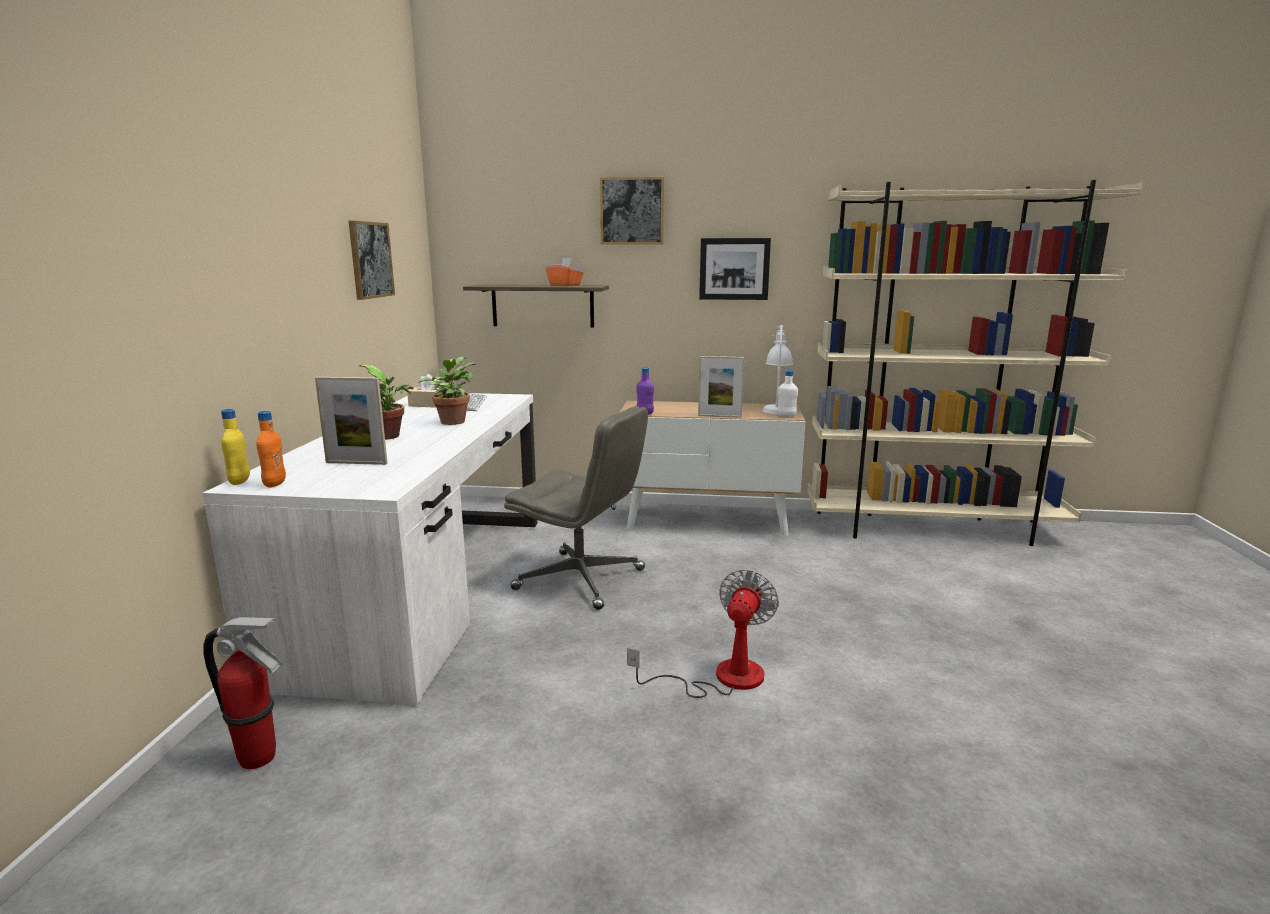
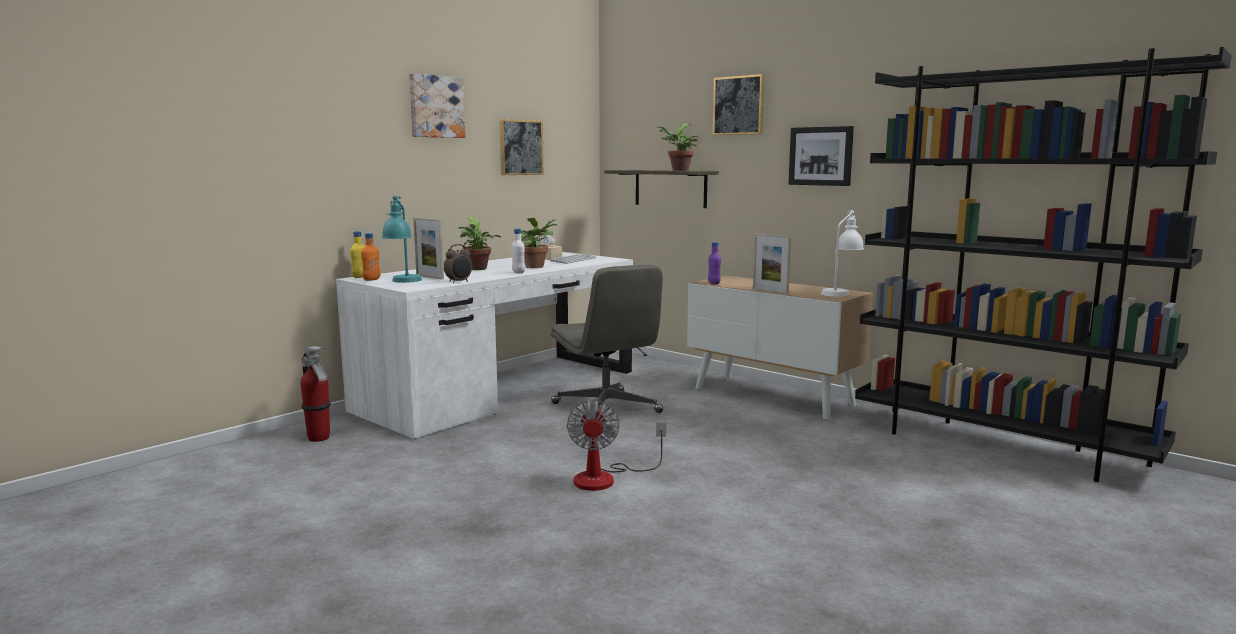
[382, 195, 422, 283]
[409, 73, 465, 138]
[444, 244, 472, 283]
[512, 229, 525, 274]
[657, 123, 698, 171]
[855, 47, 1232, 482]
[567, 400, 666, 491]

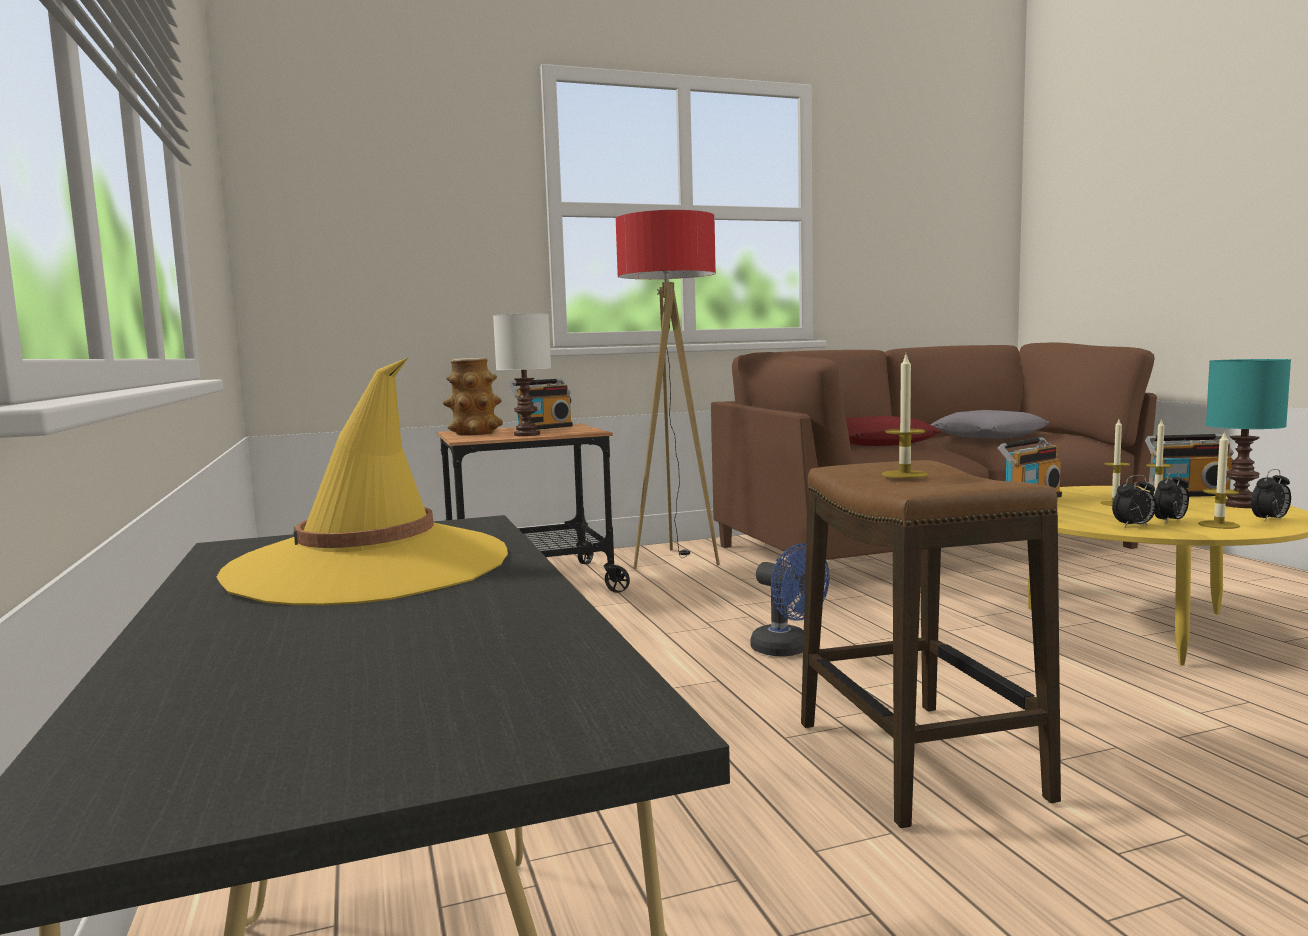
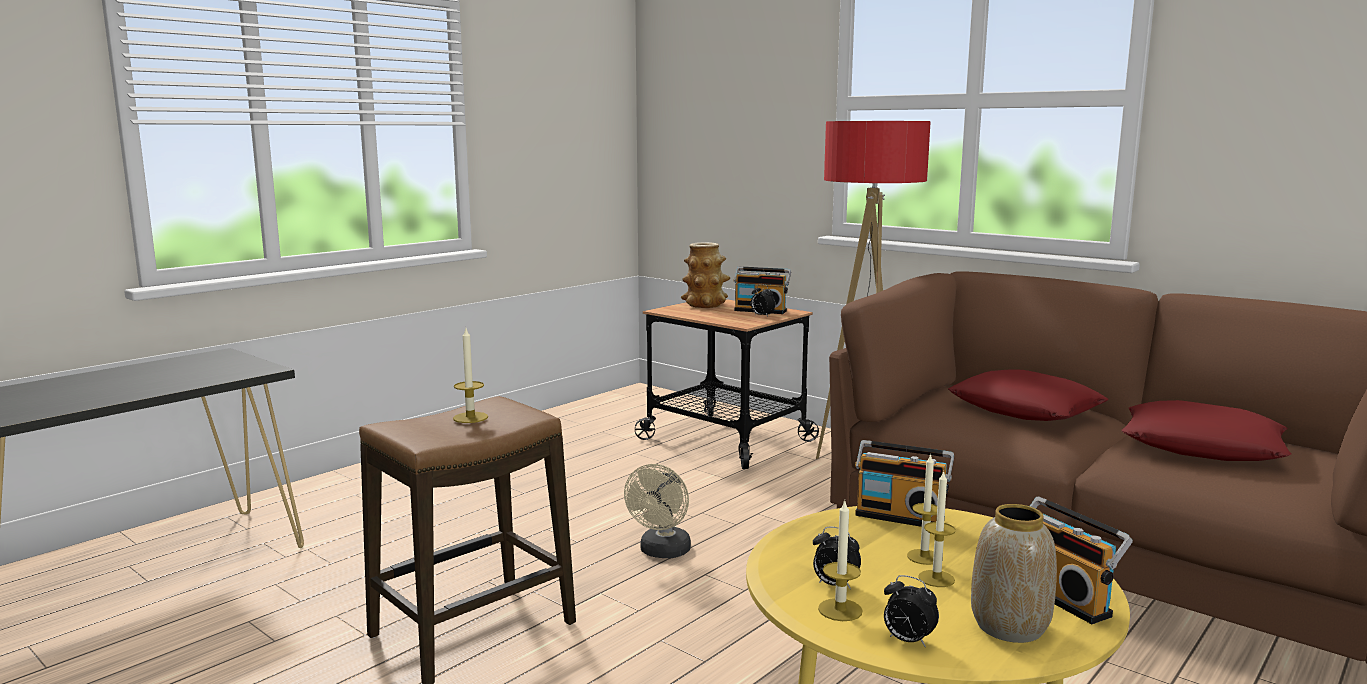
[217, 357, 508, 605] (first image)
[493, 314, 551, 436] (first image)
[751, 284, 775, 317]
[971, 504, 1057, 643]
[624, 464, 691, 558]
[1122, 400, 1292, 461]

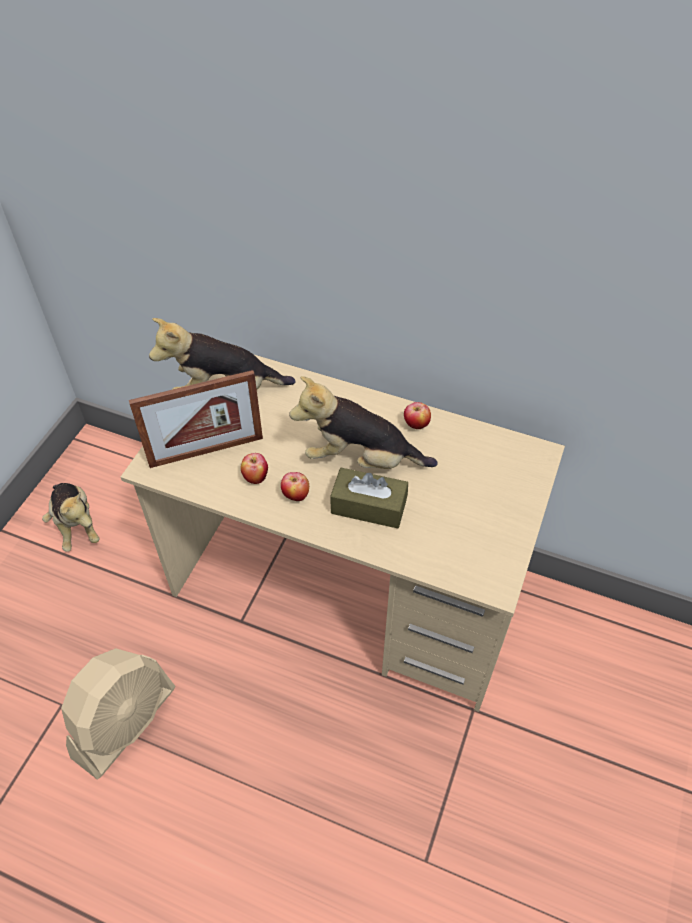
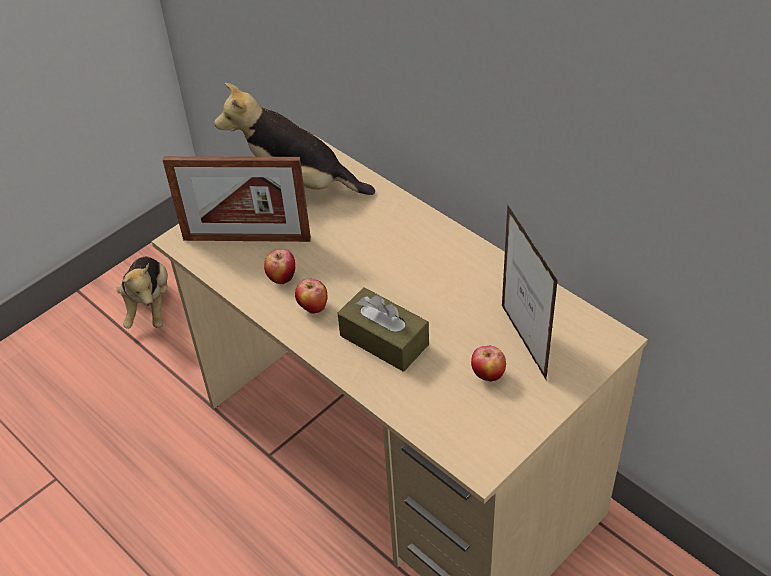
[61, 648, 175, 780] (first image)
[289, 376, 437, 469] (first image)
[502, 204, 558, 381]
[471, 346, 506, 382]

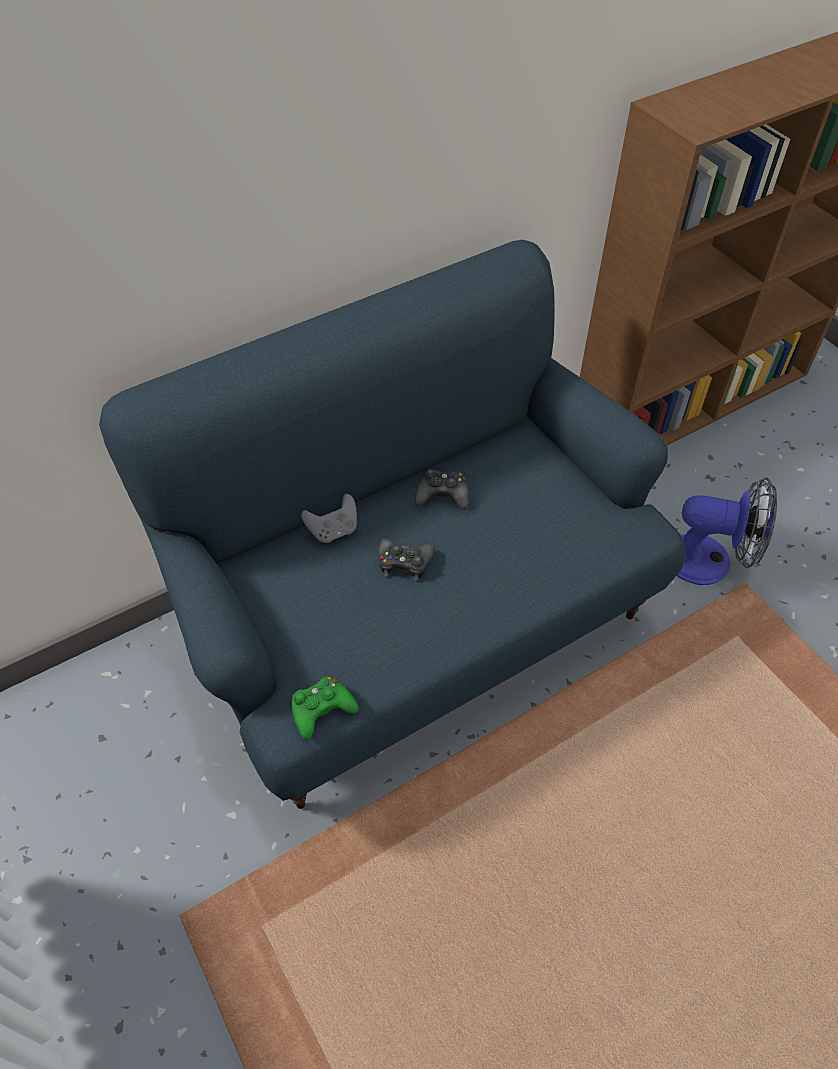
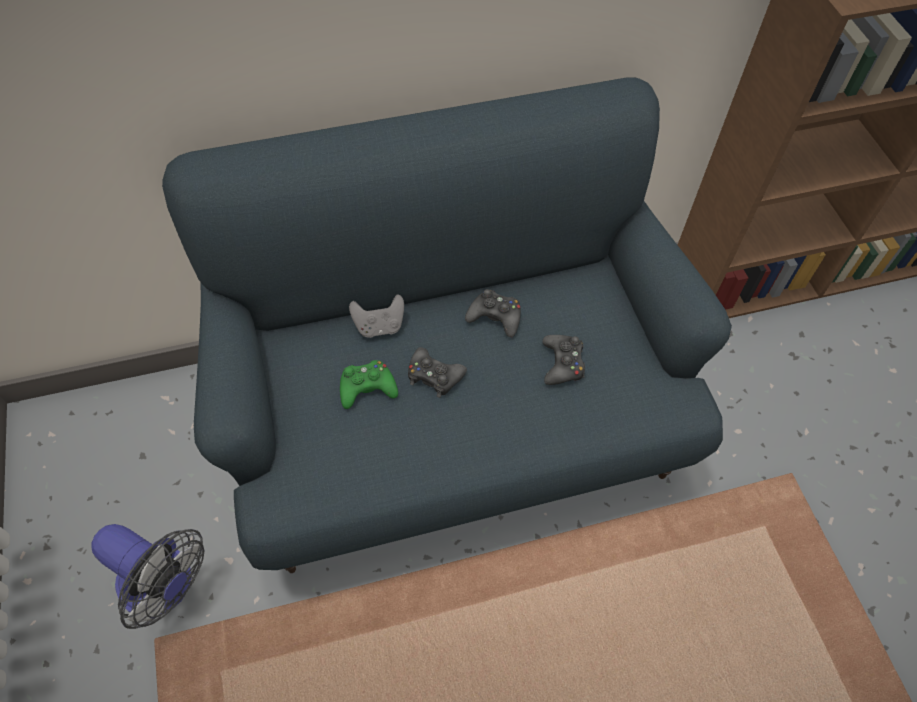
[542, 335, 585, 385]
[340, 360, 398, 409]
[91, 524, 204, 629]

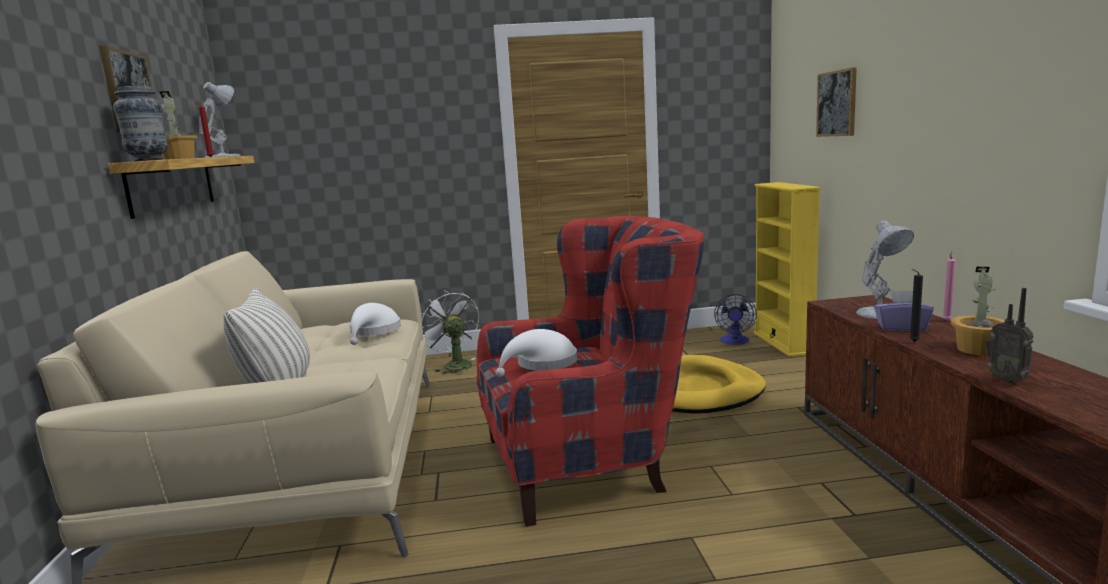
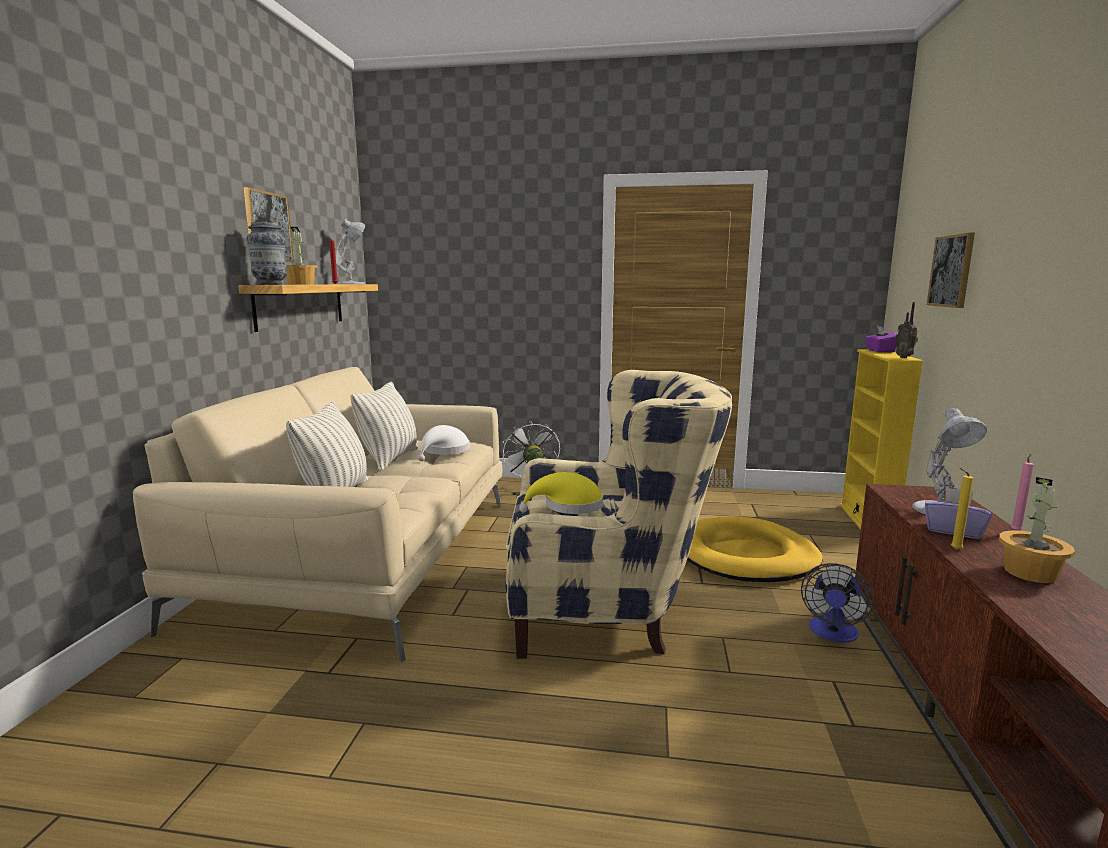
[350, 382, 418, 471]
[865, 326, 897, 352]
[801, 563, 874, 642]
[895, 302, 918, 358]
[505, 370, 732, 658]
[519, 472, 603, 514]
[951, 468, 973, 550]

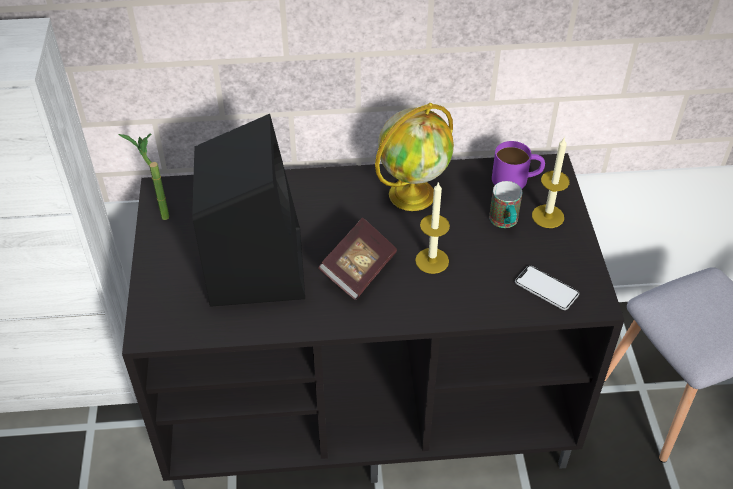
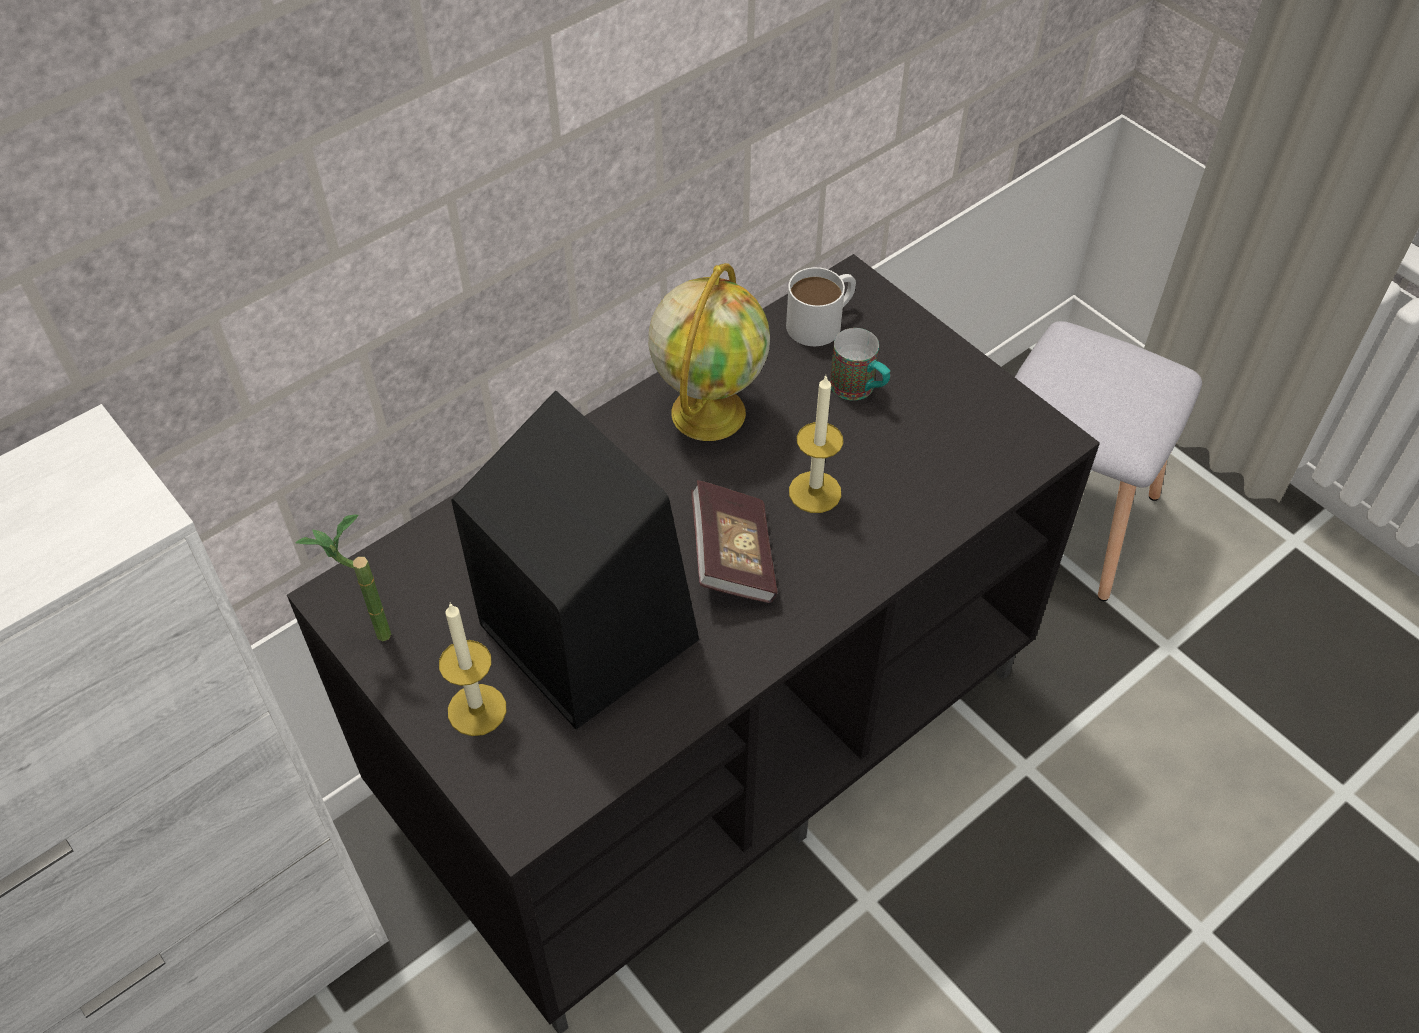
[515, 265, 579, 310] (first image)
[439, 602, 506, 736]
[786, 267, 856, 346]

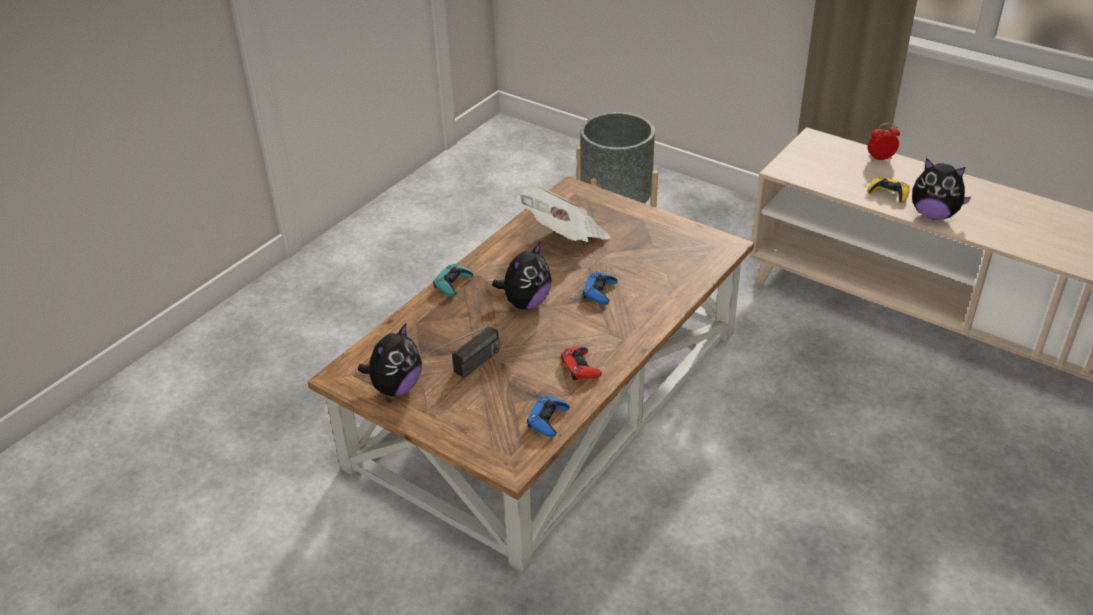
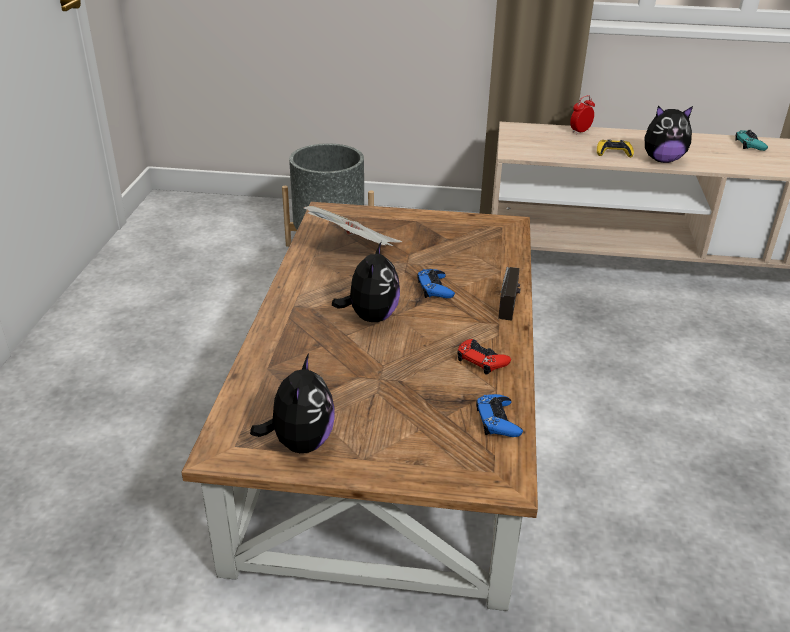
[498, 267, 521, 321]
[735, 130, 768, 151]

